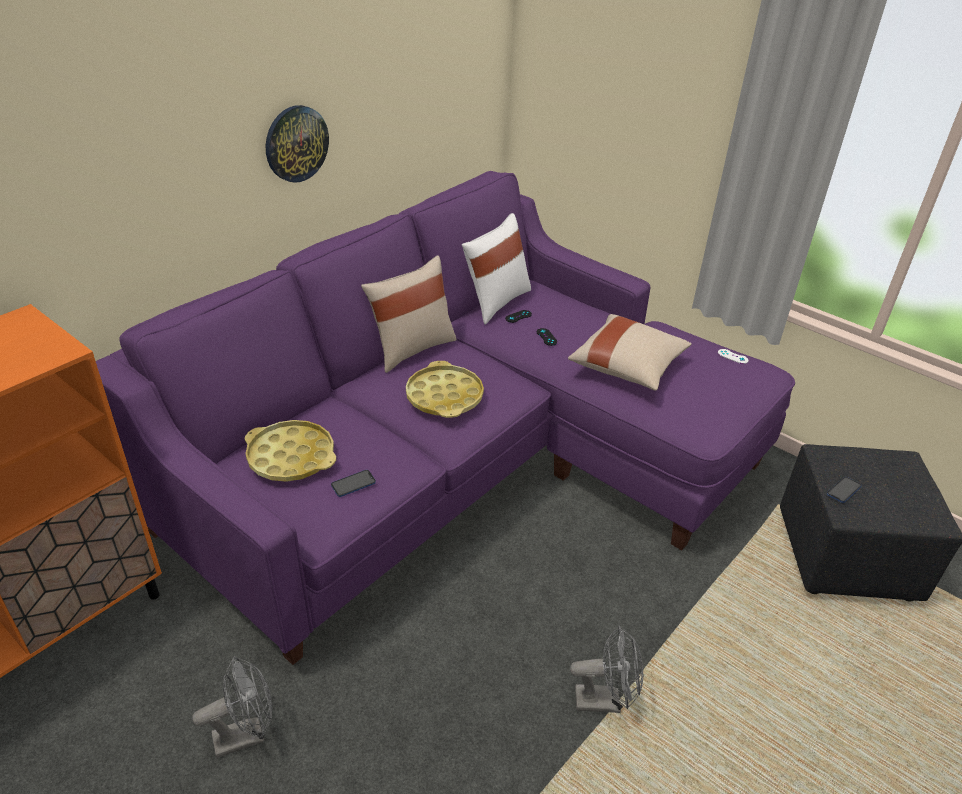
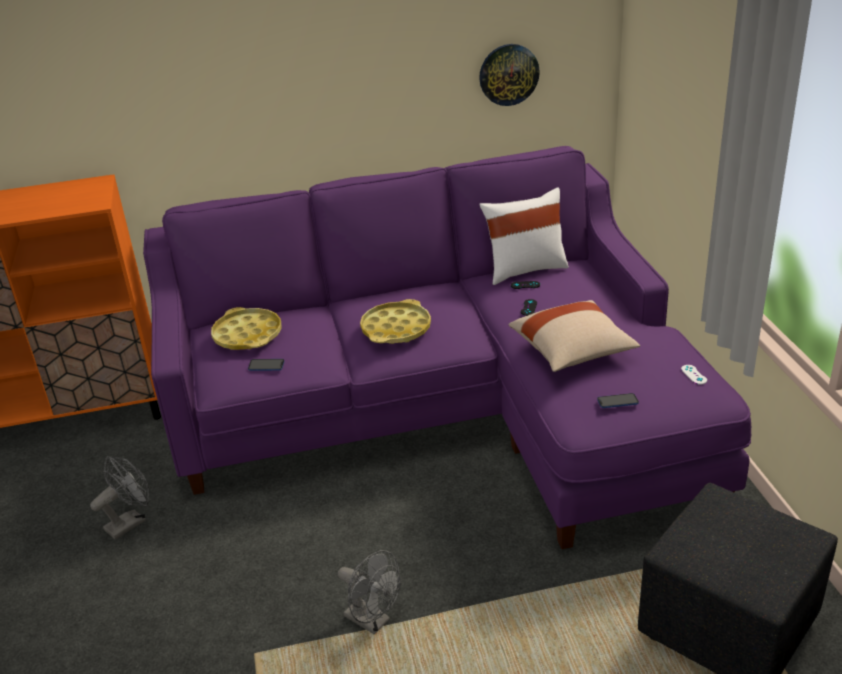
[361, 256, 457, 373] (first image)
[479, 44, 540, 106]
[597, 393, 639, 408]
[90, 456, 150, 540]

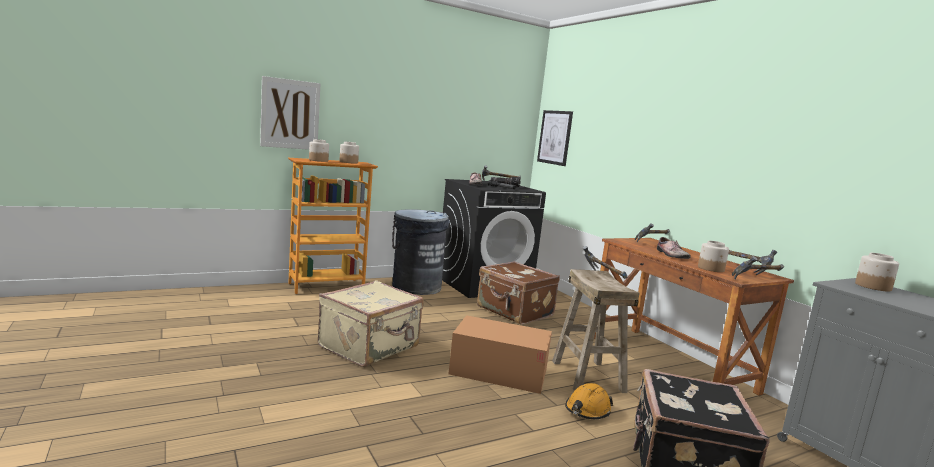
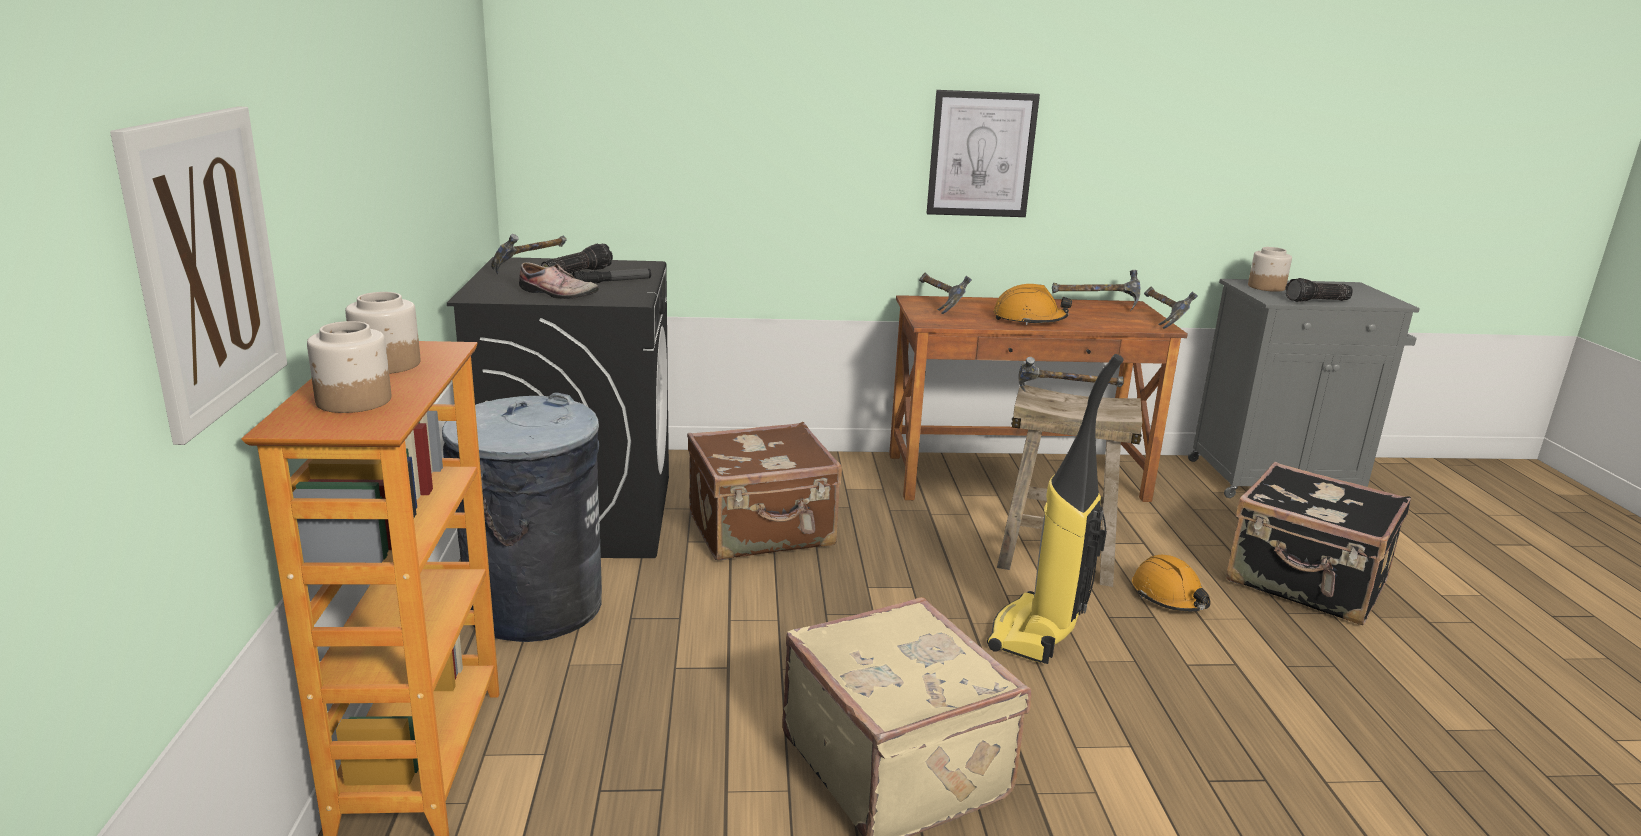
[698, 241, 729, 272] (first image)
[1285, 278, 1353, 302]
[927, 90, 1040, 217]
[987, 354, 1124, 664]
[993, 284, 1072, 325]

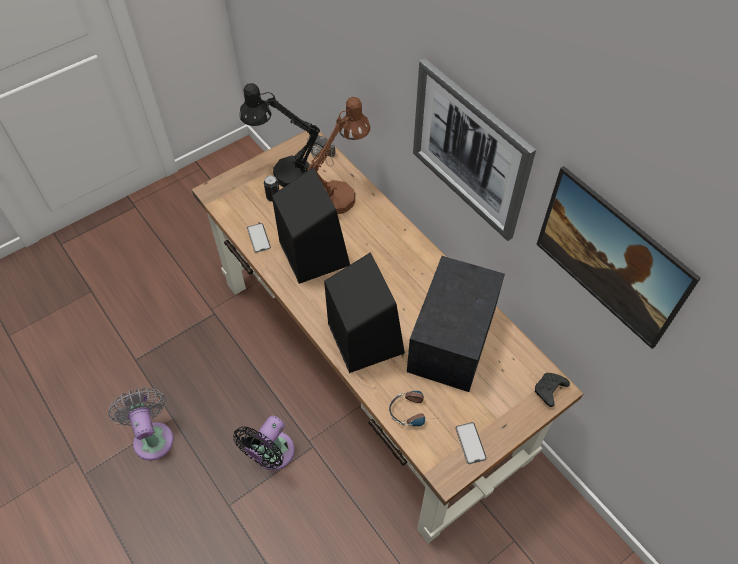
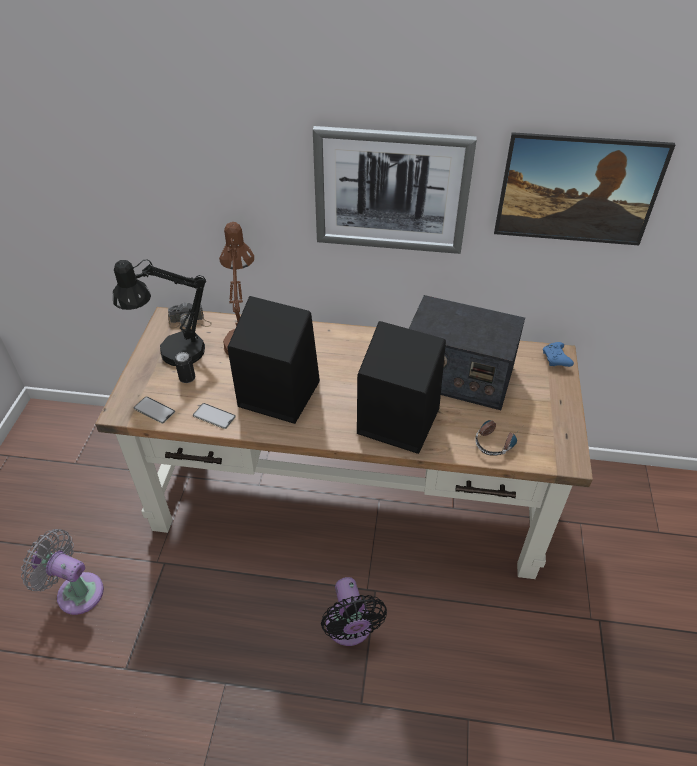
[21, 529, 104, 615]
[134, 397, 175, 424]
[543, 342, 574, 367]
[409, 295, 525, 410]

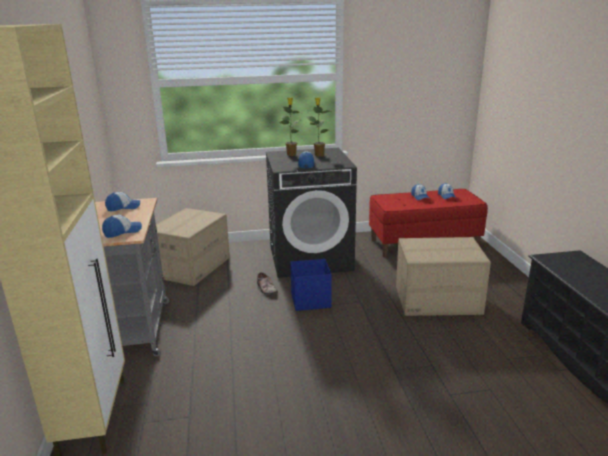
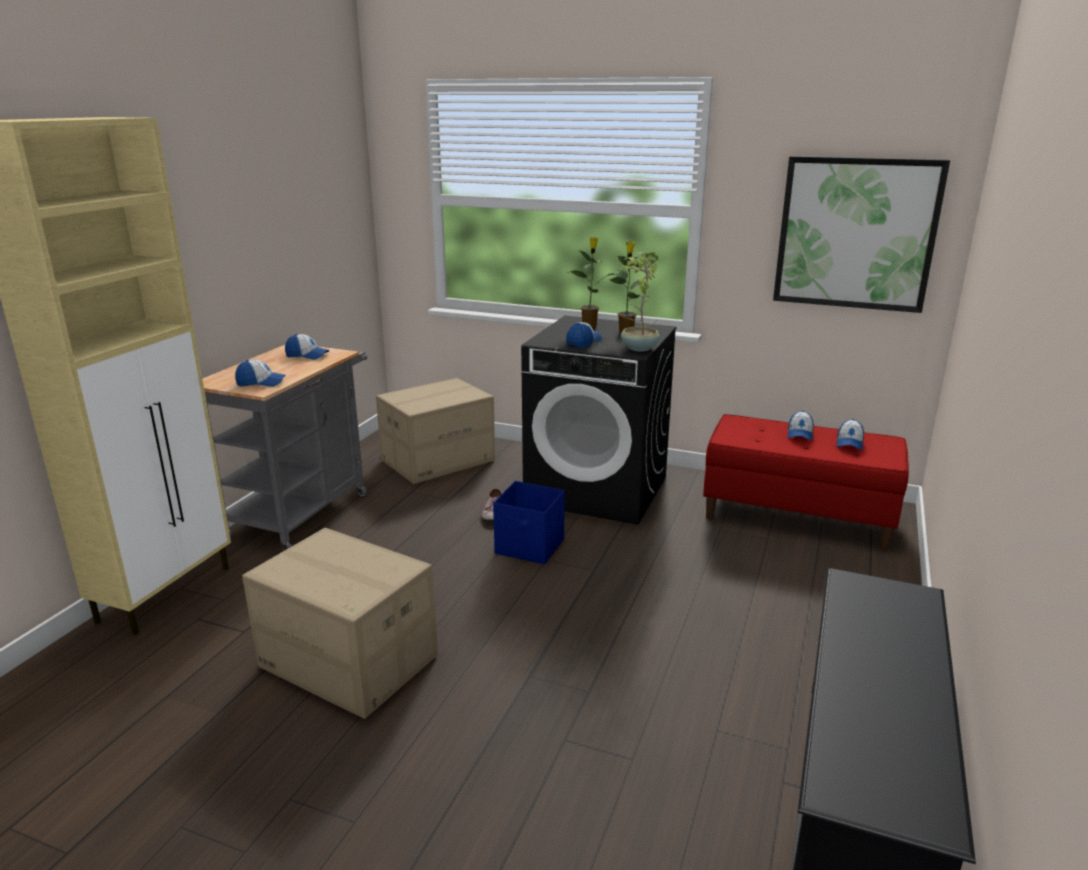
[621, 252, 660, 351]
[773, 156, 950, 313]
[242, 528, 438, 719]

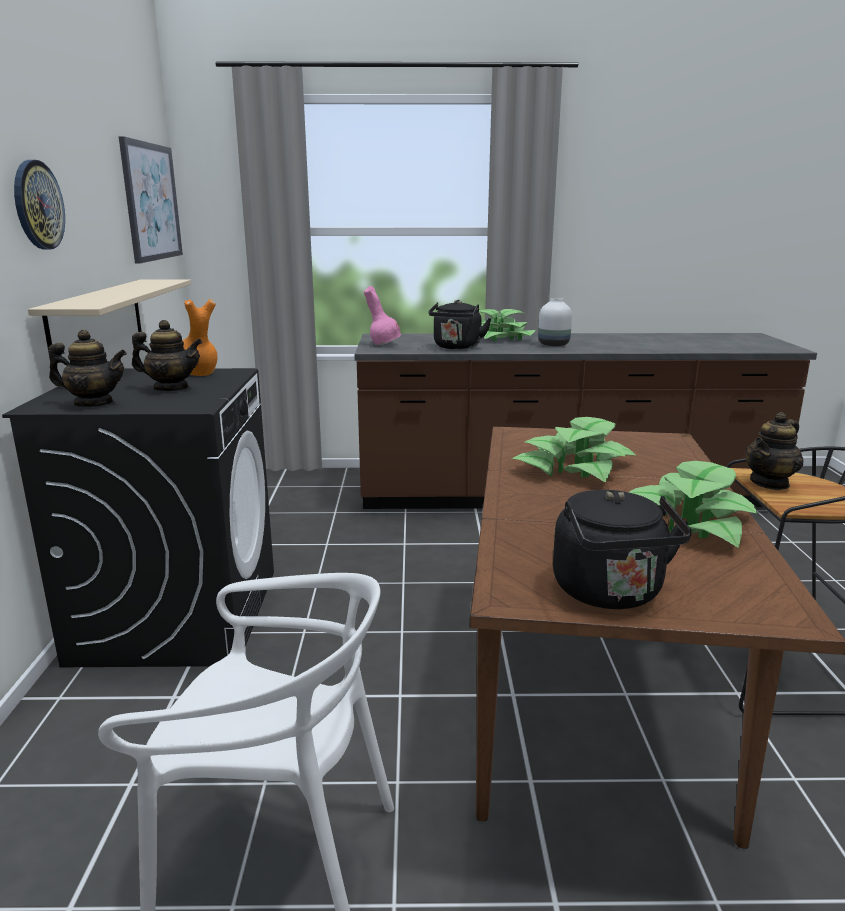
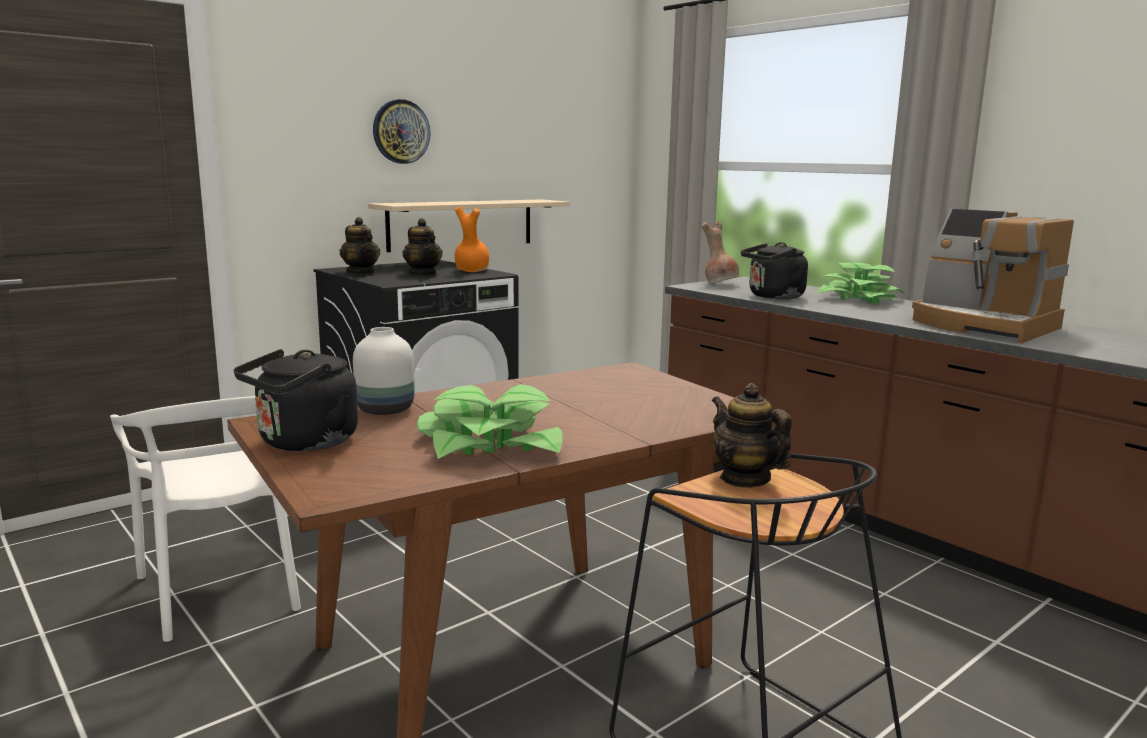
[119, 136, 183, 264] (first image)
[512, 417, 637, 483] (first image)
[912, 209, 1074, 343]
[353, 327, 415, 415]
[702, 221, 739, 284]
[712, 383, 792, 488]

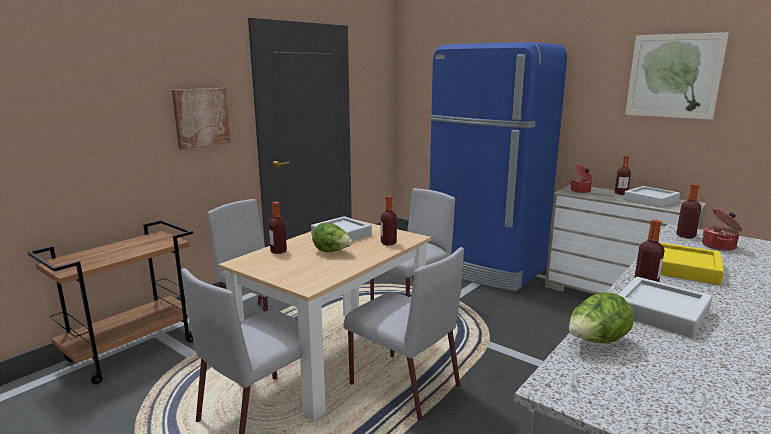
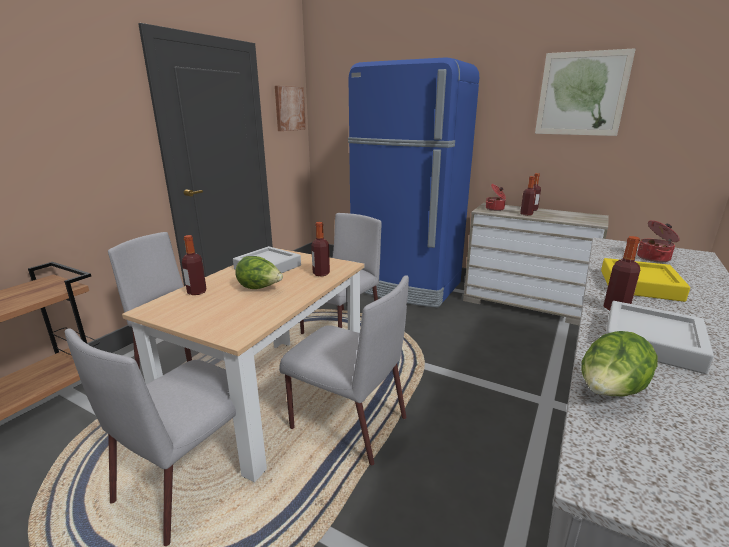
[624, 186, 680, 208] (first image)
[275, 86, 306, 131]
[520, 176, 536, 216]

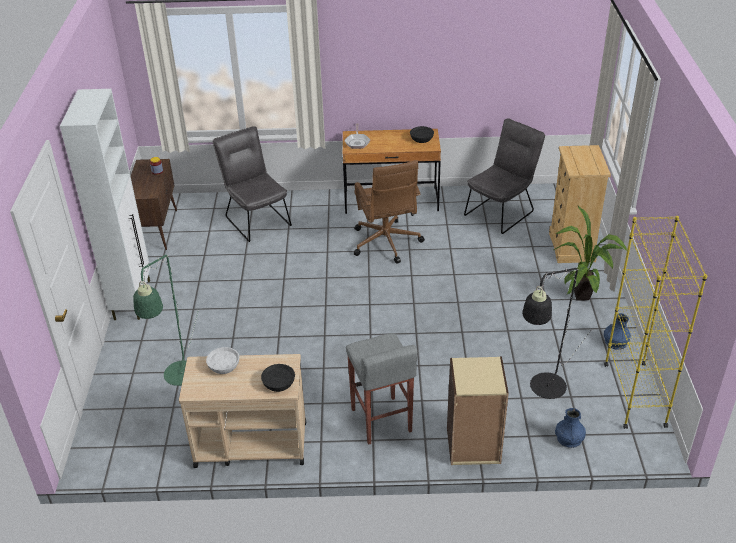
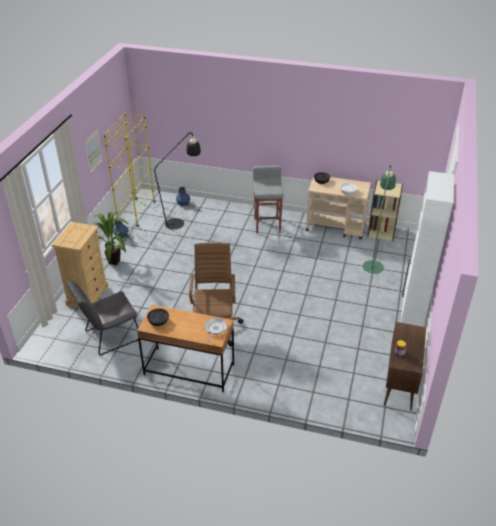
[213, 126, 292, 242] (first image)
[85, 129, 103, 174]
[368, 180, 403, 241]

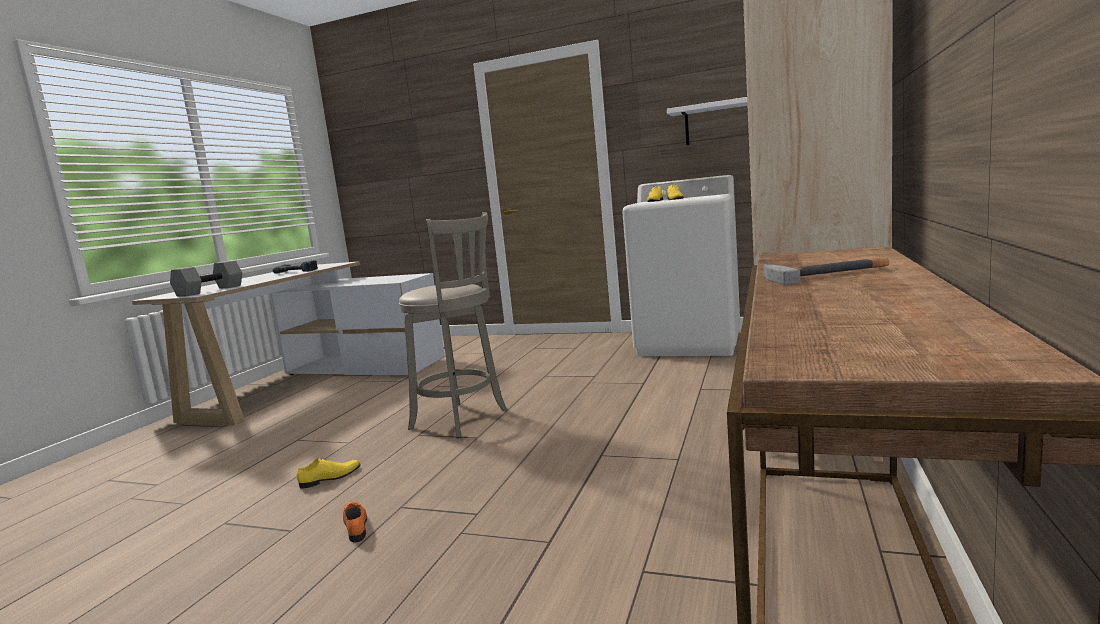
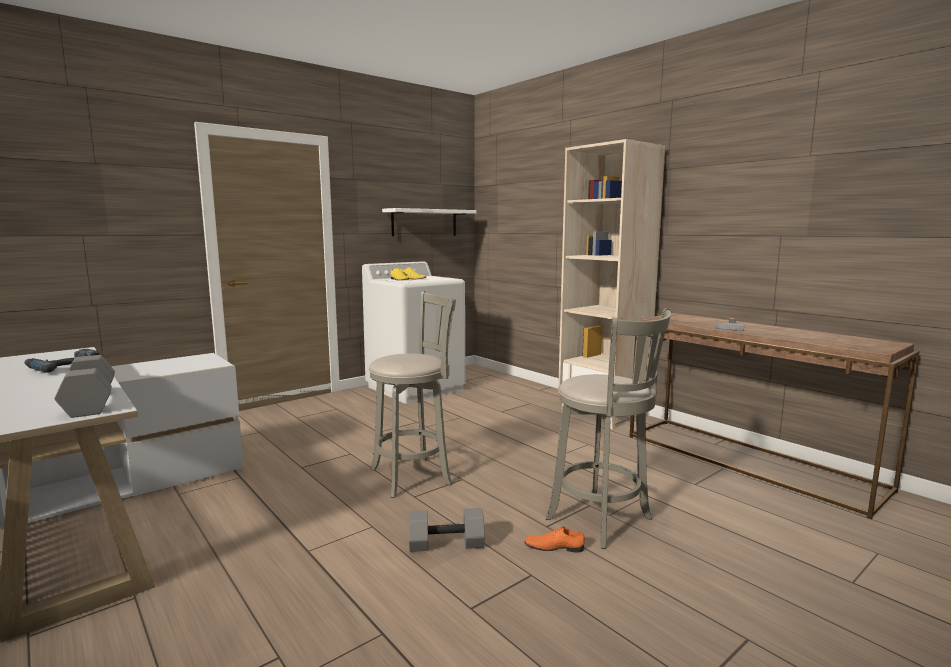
[545, 308, 671, 549]
[409, 508, 485, 552]

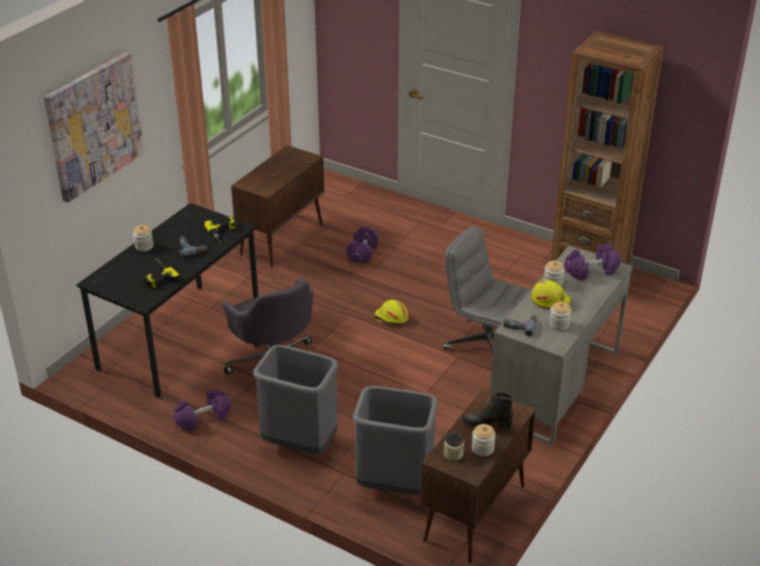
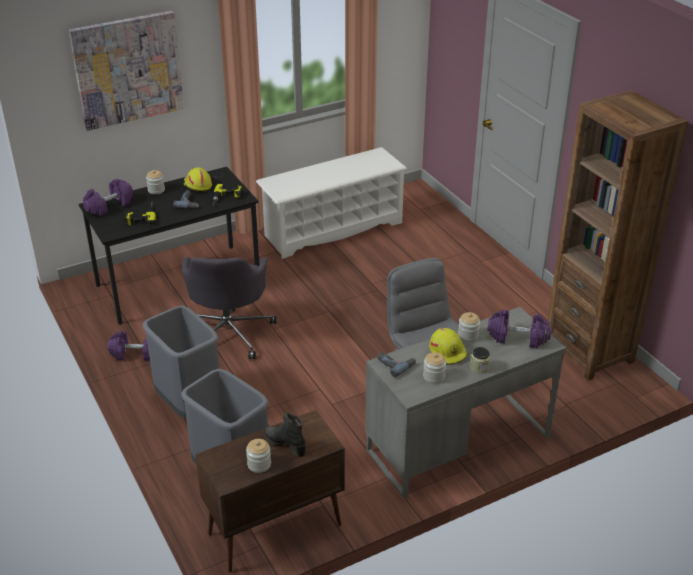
[83, 179, 133, 216]
[184, 167, 212, 192]
[470, 347, 490, 373]
[256, 147, 407, 259]

